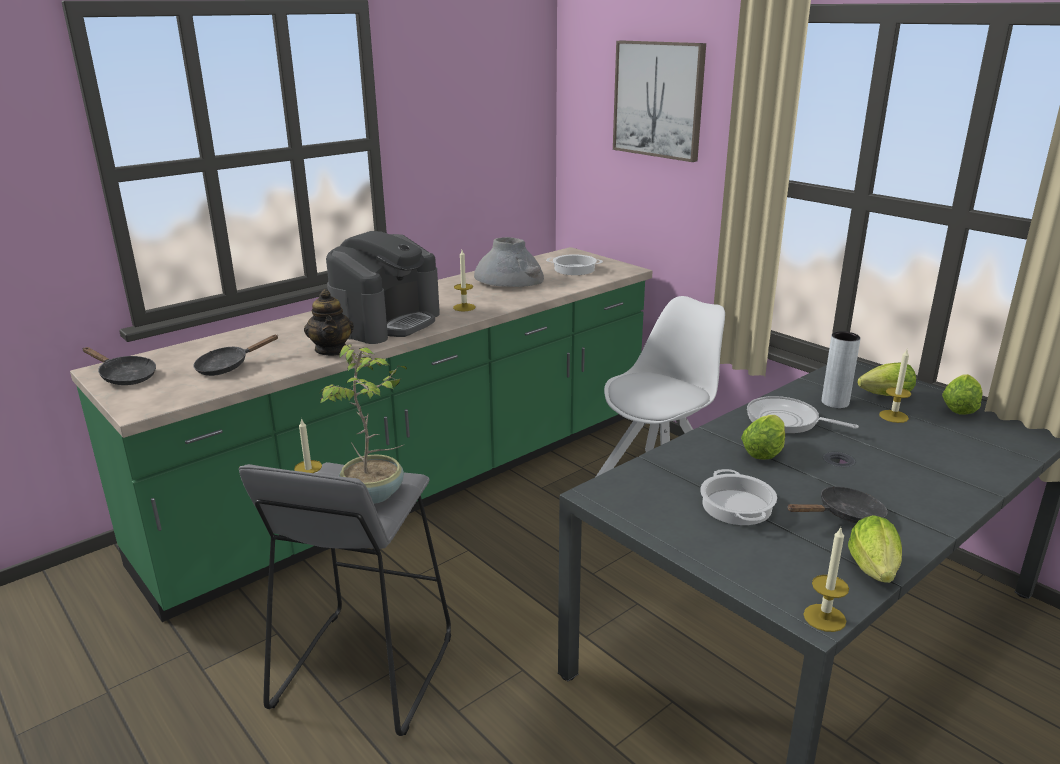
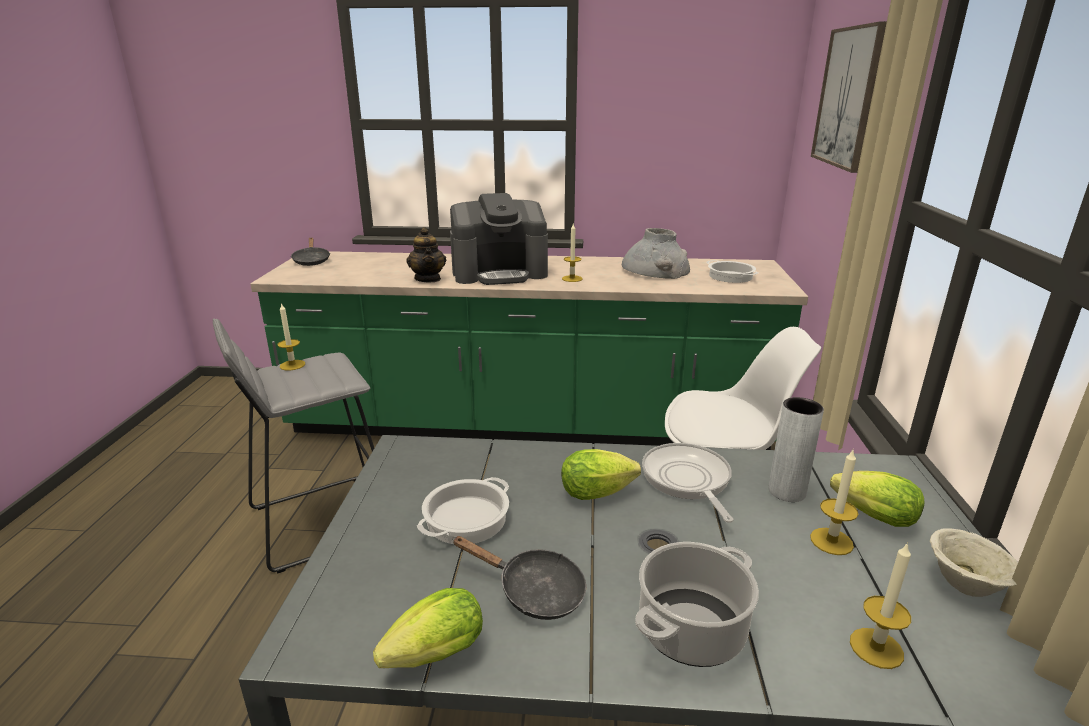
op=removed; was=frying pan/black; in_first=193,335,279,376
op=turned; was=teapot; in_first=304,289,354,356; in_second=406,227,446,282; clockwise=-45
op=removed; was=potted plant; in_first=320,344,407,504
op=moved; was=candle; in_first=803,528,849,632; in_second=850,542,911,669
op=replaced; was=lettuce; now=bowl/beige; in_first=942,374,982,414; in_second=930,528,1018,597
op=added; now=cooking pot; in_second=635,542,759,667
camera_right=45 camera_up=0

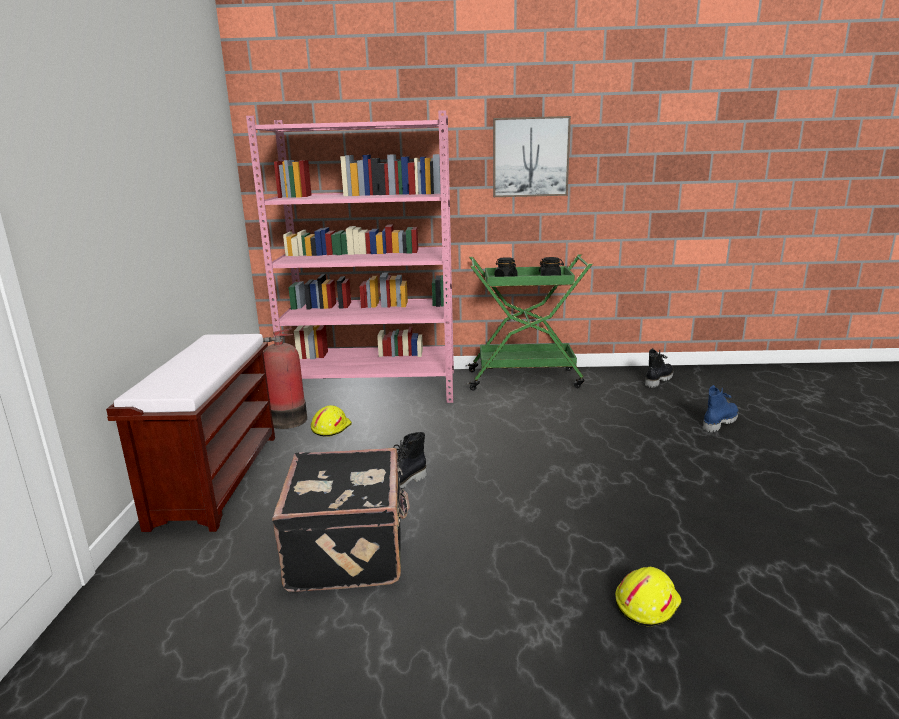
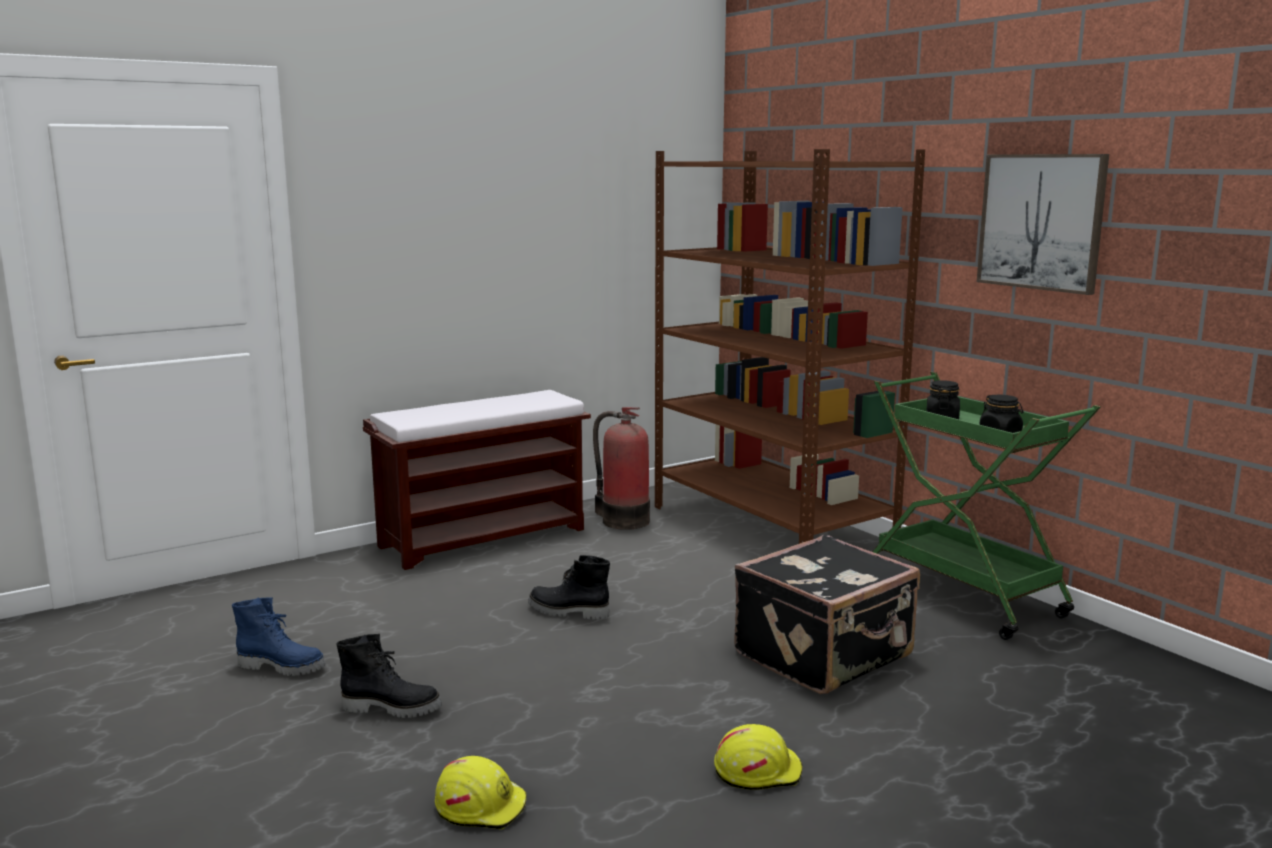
op=recoloured; was=bookcase/pink; now=bookcase/brown; in_first=246,110,454,403; in_second=655,149,925,544
op=moved; was=suitcase/black; in_first=272,448,410,592; in_second=734,534,920,694
op=moved; was=hard hat/yellow; in_first=311,405,352,437; in_second=714,724,803,790
op=moved; was=boot/black; in_first=645,348,673,388; in_second=336,634,442,718
op=moved; was=boot/blue; in_first=703,385,738,432; in_second=232,597,326,676
camera_right=55 camera_up=-5

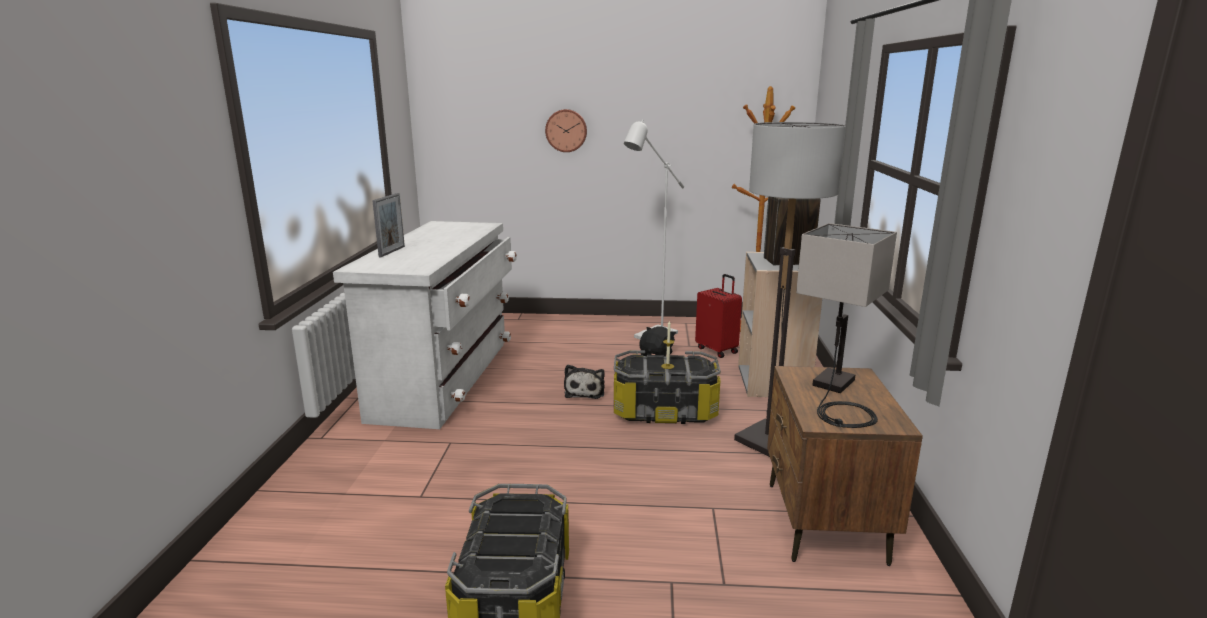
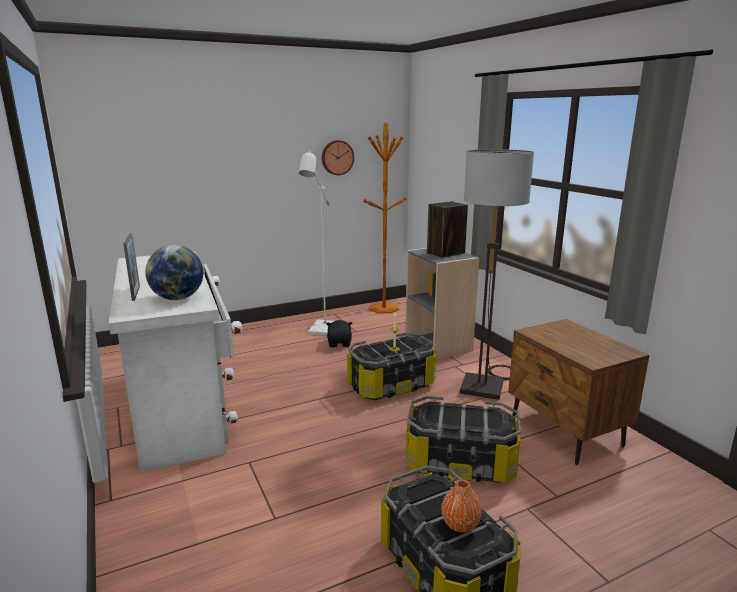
op=moved; was=wall clock; in_first=545,109,587,152; in_second=322,140,354,175
op=removed; was=plush toy; in_first=564,365,605,399
op=removed; was=suitcase/red; in_first=695,274,742,358
op=removed; was=table lamp; in_first=796,223,897,428
op=added; now=globe; in_second=145,245,203,300
op=added; now=storage box; in_second=406,396,521,483
op=added; now=vase/orange; in_second=441,479,482,533
camera_right=-30 camera_up=0

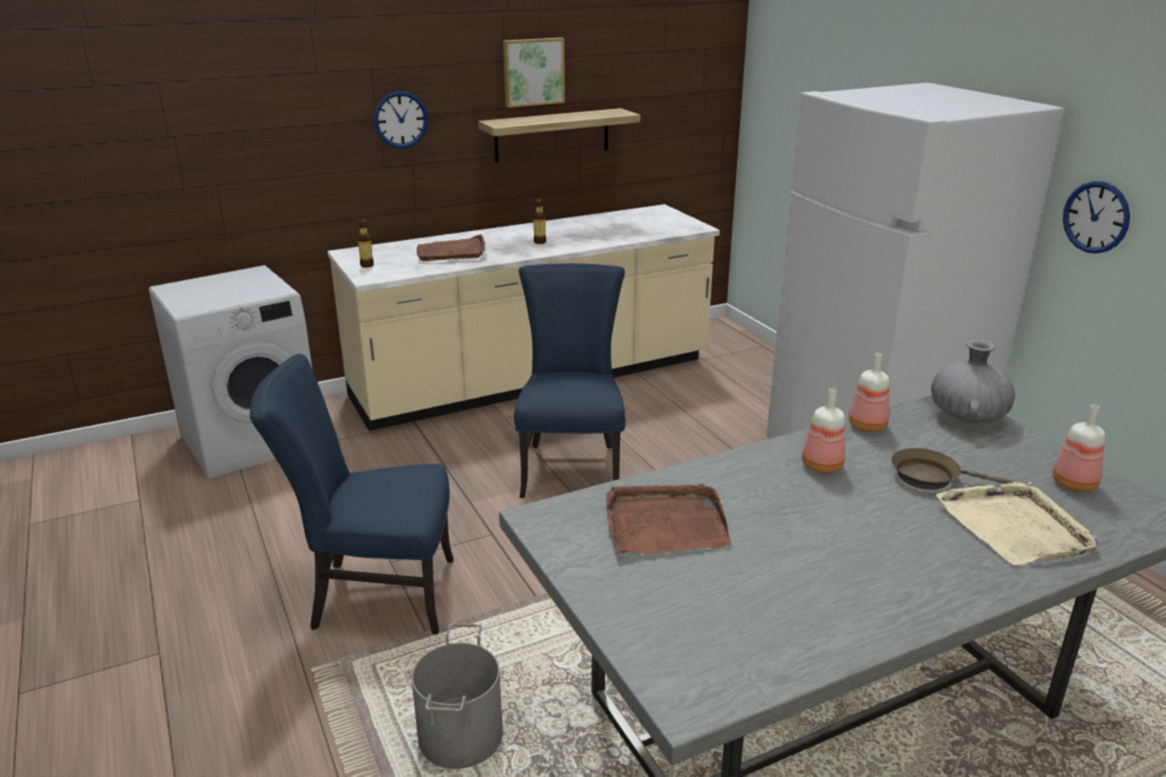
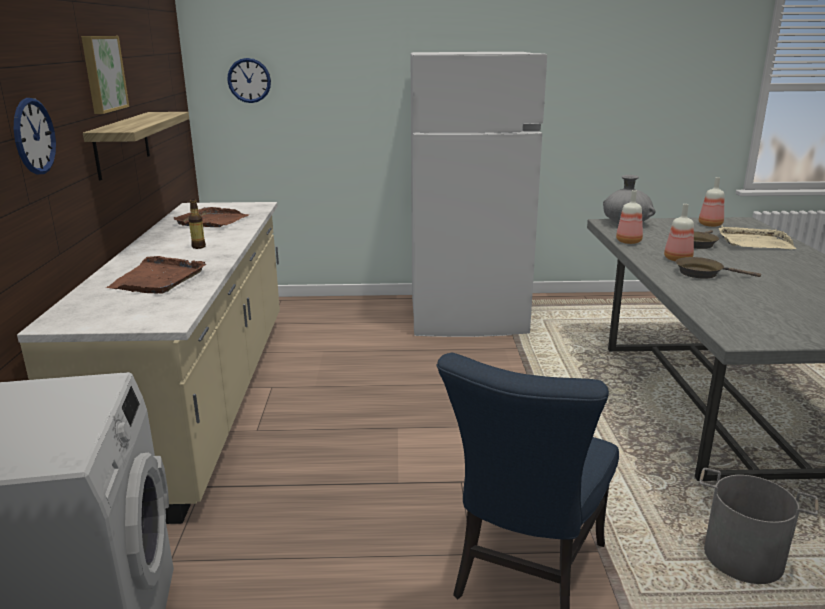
op=removed; was=bottle; in_first=357,218,374,268
op=removed; was=chair/blue; in_first=514,263,626,498
op=moved; was=tray/brown; in_first=606,484,732,554; in_second=174,207,249,227
op=moved; was=wall clock; in_first=1063,181,1130,254; in_second=227,58,271,103
op=added; now=frying pan/brown; in_second=676,257,761,279
camera_right=-65 camera_up=-5

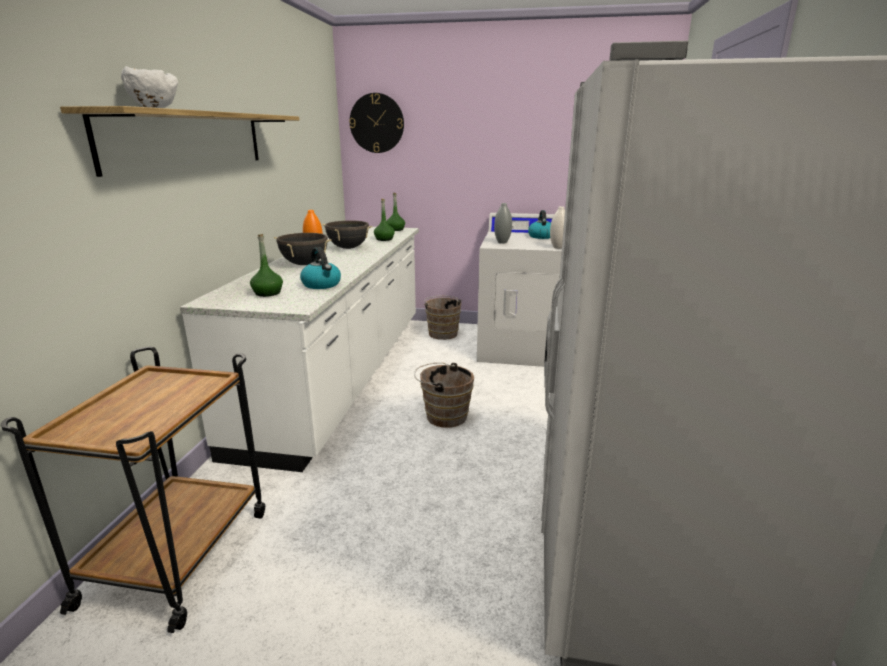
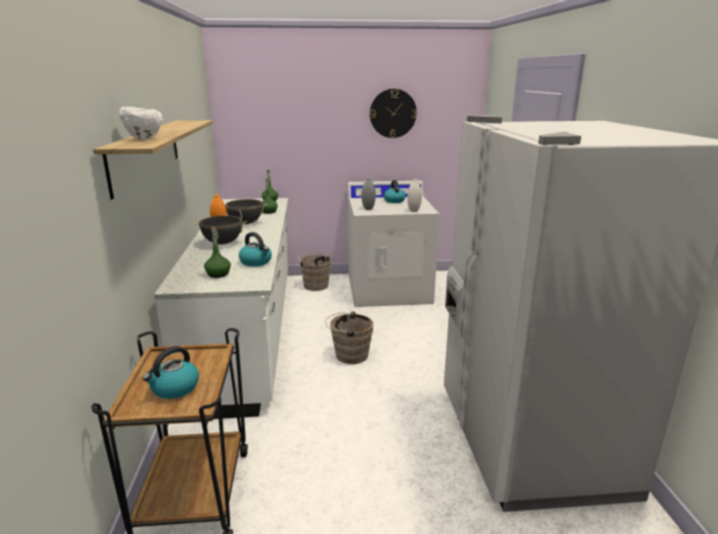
op=moved; was=wall clock; in_first=349,93,404,153; in_second=370,89,417,138
op=added; now=kettle; in_second=143,346,199,399
camera_right=-15 camera_up=0

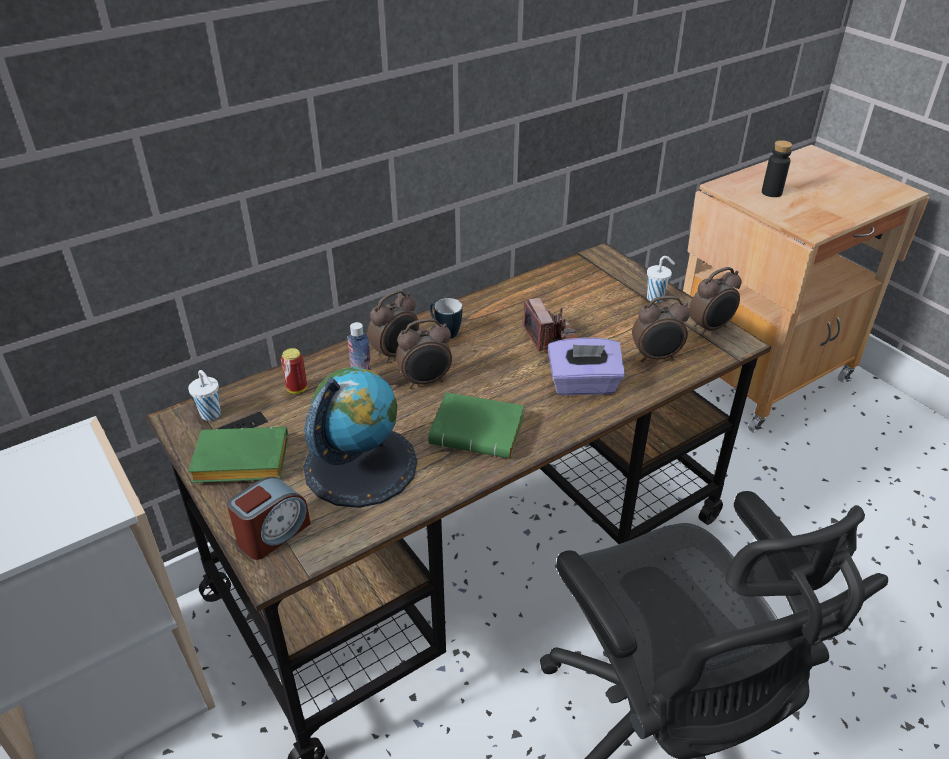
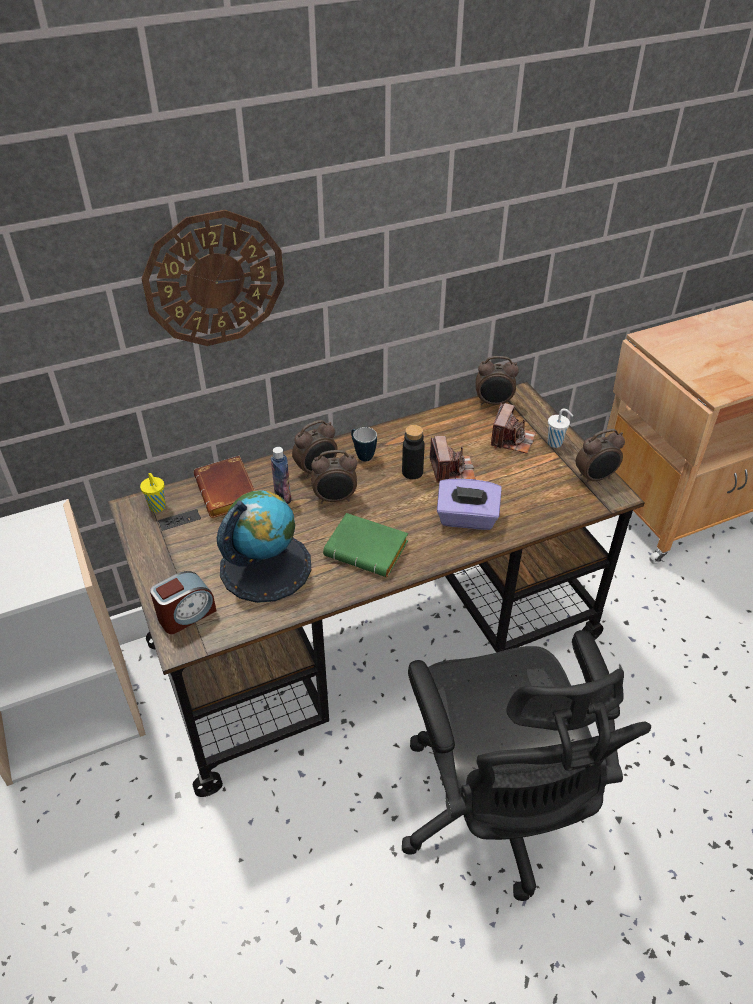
op=recoloured; was=cup/white; now=cup/yellow; in_first=188,370,221,421; in_second=140,473,166,512
op=removed; was=book/green; in_first=188,426,288,483
op=replaced; was=can; now=book/brown; in_first=281,348,307,394; in_second=193,455,255,518
op=moved; was=alarm clock; in_first=632,296,690,362; in_second=475,356,519,406
op=moved; was=bottle/black; in_first=762,140,792,197; in_second=402,425,425,479
op=added; now=wall clock; in_second=141,210,284,346
op=added; now=photo camera; in_second=491,403,536,454
camera_right=10 camera_up=5

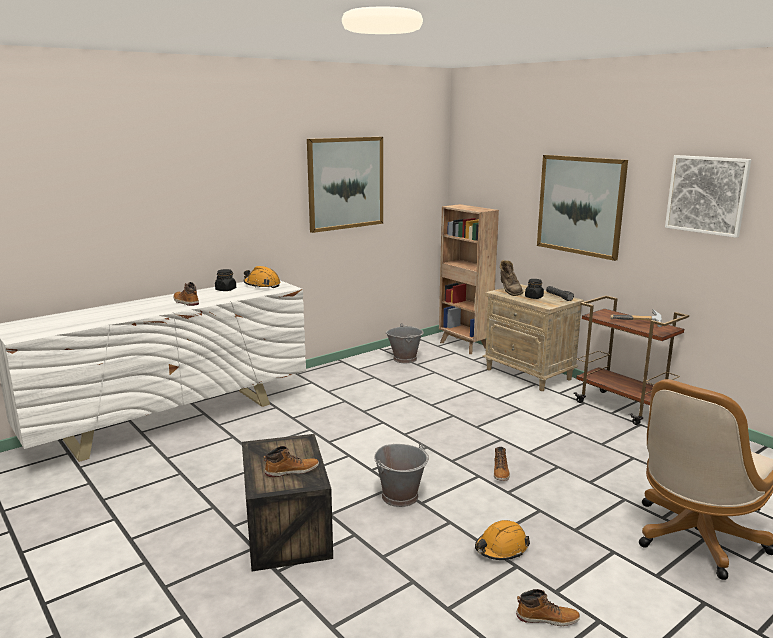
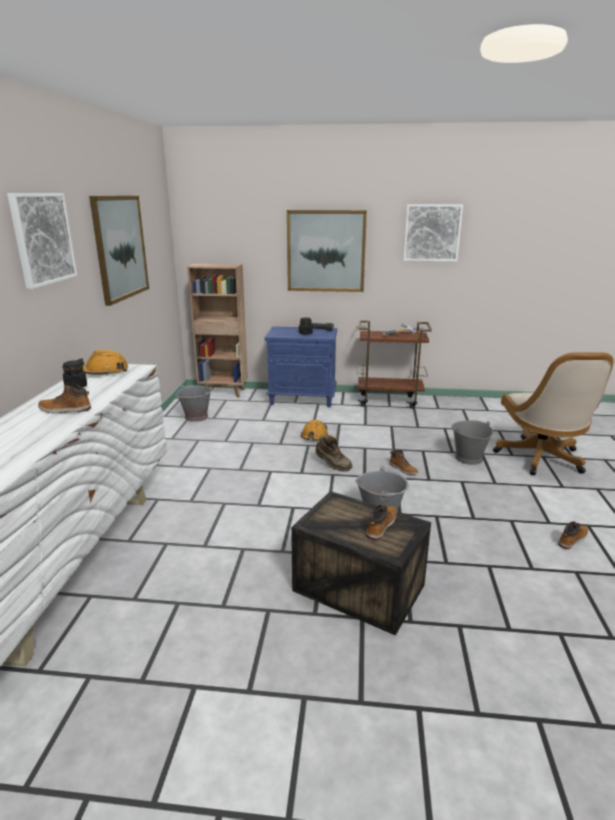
op=moved; was=hard hat/orange; in_first=475,520,530,560; in_second=301,420,328,441
op=recoloured; was=nightstand/beige; now=nightstand/blue; in_first=482,284,584,391; in_second=265,326,337,407
op=moved; was=boot/brown; in_first=500,260,523,296; in_second=315,435,353,472
op=added; now=picture; in_second=7,193,78,289
op=added; now=bucket/grey; in_second=451,420,493,465
camera_right=-45 camera_up=5

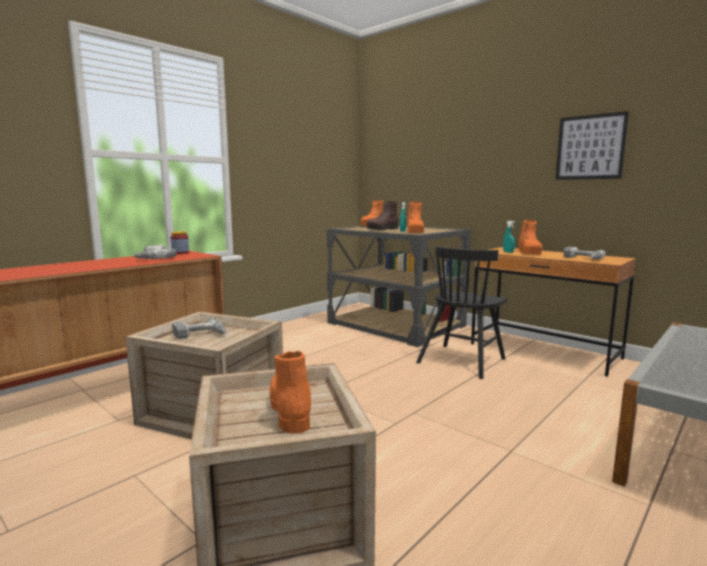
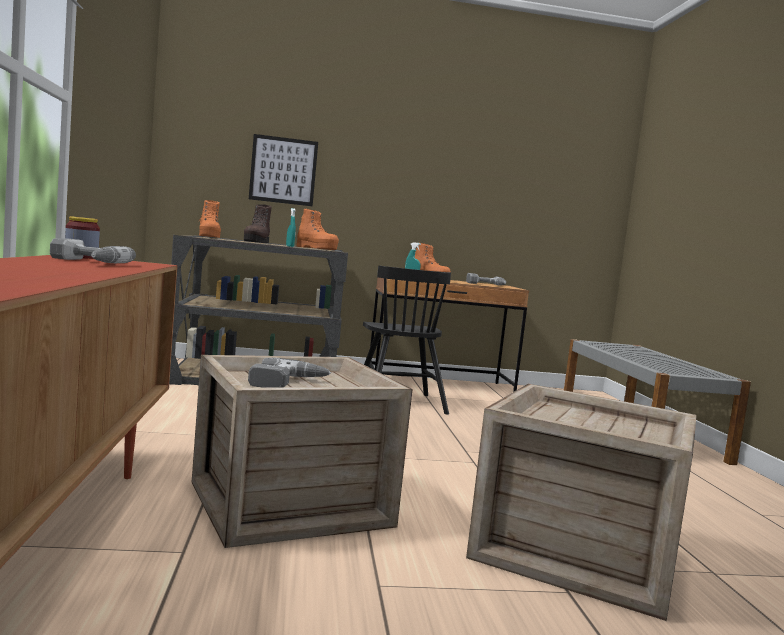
op=removed; was=boot/orange; in_first=269,351,311,434
op=moved; was=picture; in_first=555,111,629,180; in_second=249,134,318,206
camera_right=-50 camera_up=-5

